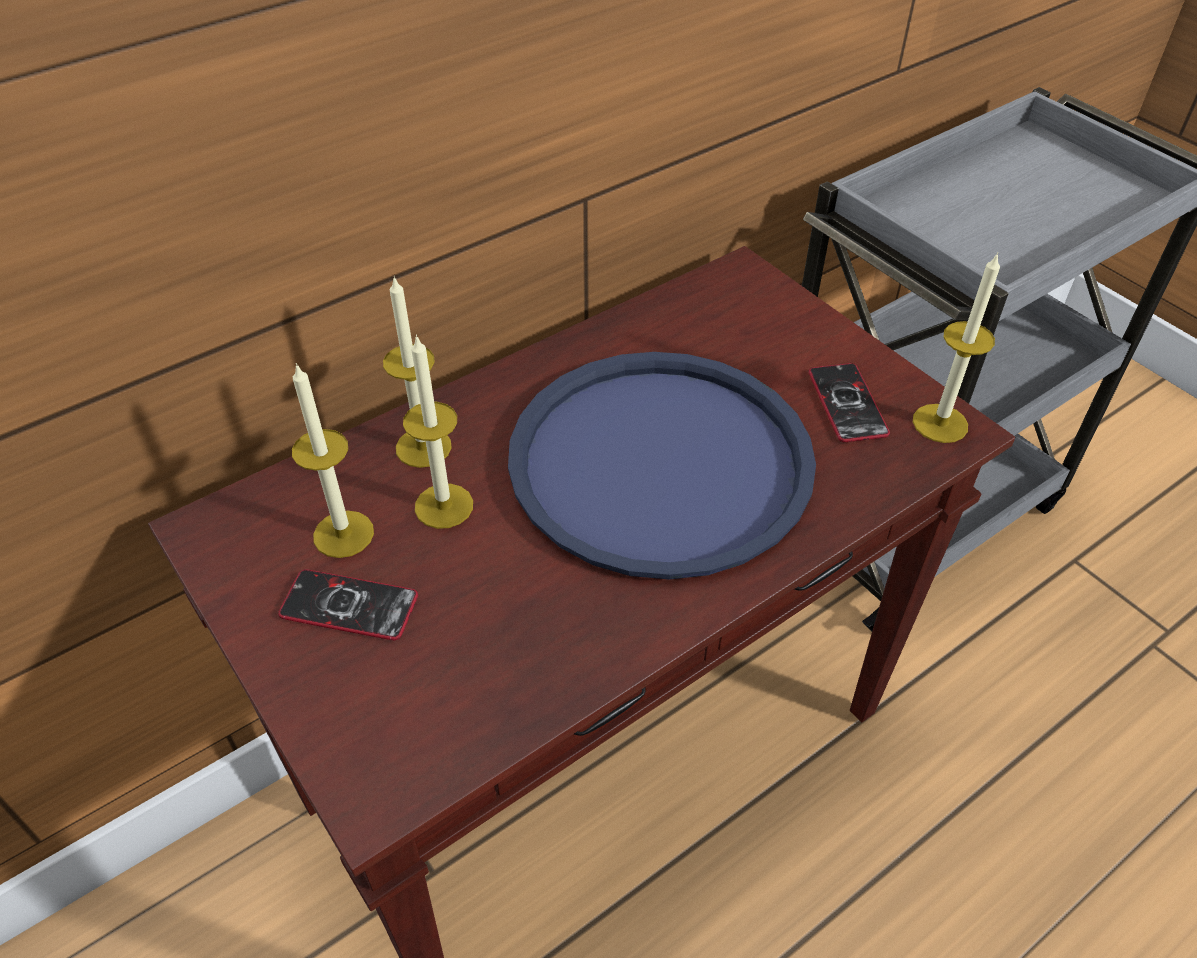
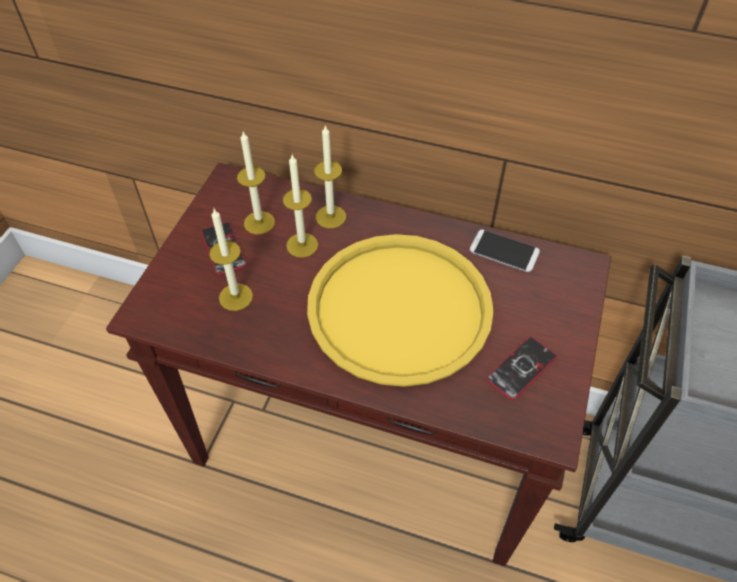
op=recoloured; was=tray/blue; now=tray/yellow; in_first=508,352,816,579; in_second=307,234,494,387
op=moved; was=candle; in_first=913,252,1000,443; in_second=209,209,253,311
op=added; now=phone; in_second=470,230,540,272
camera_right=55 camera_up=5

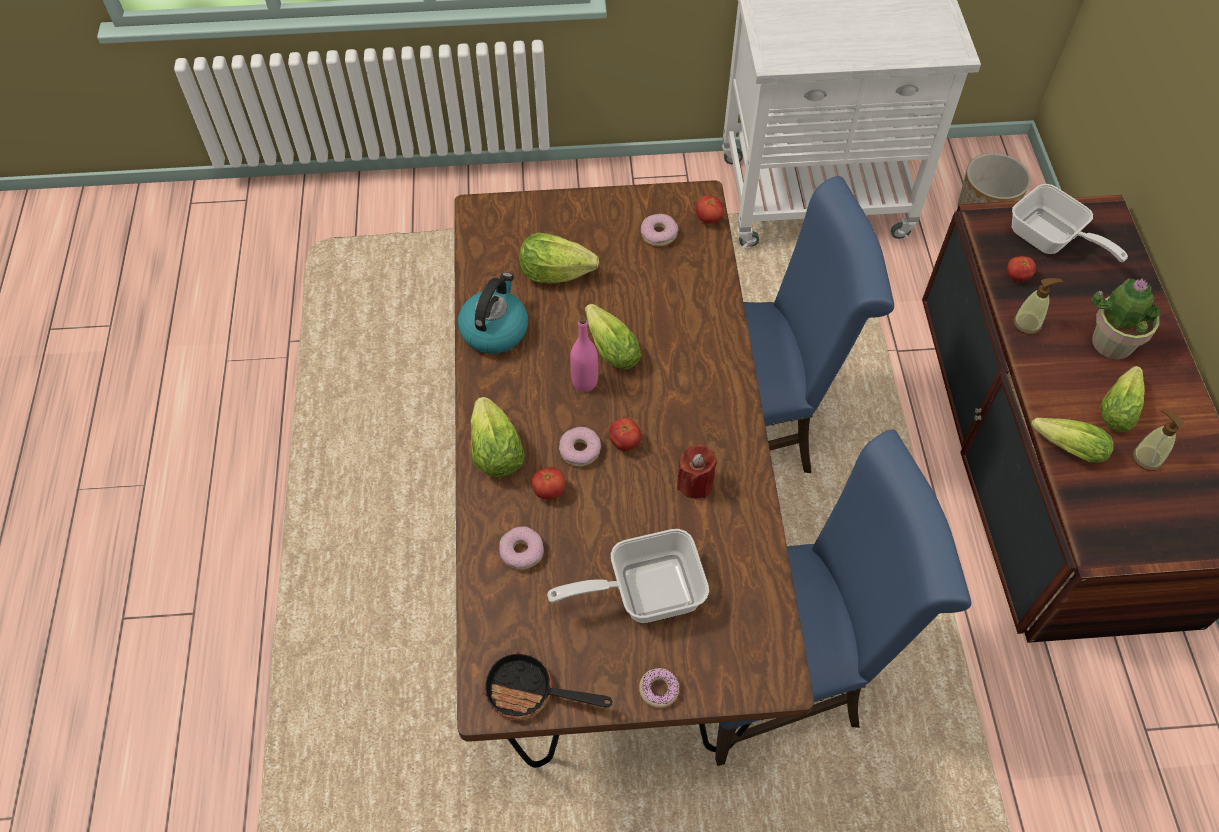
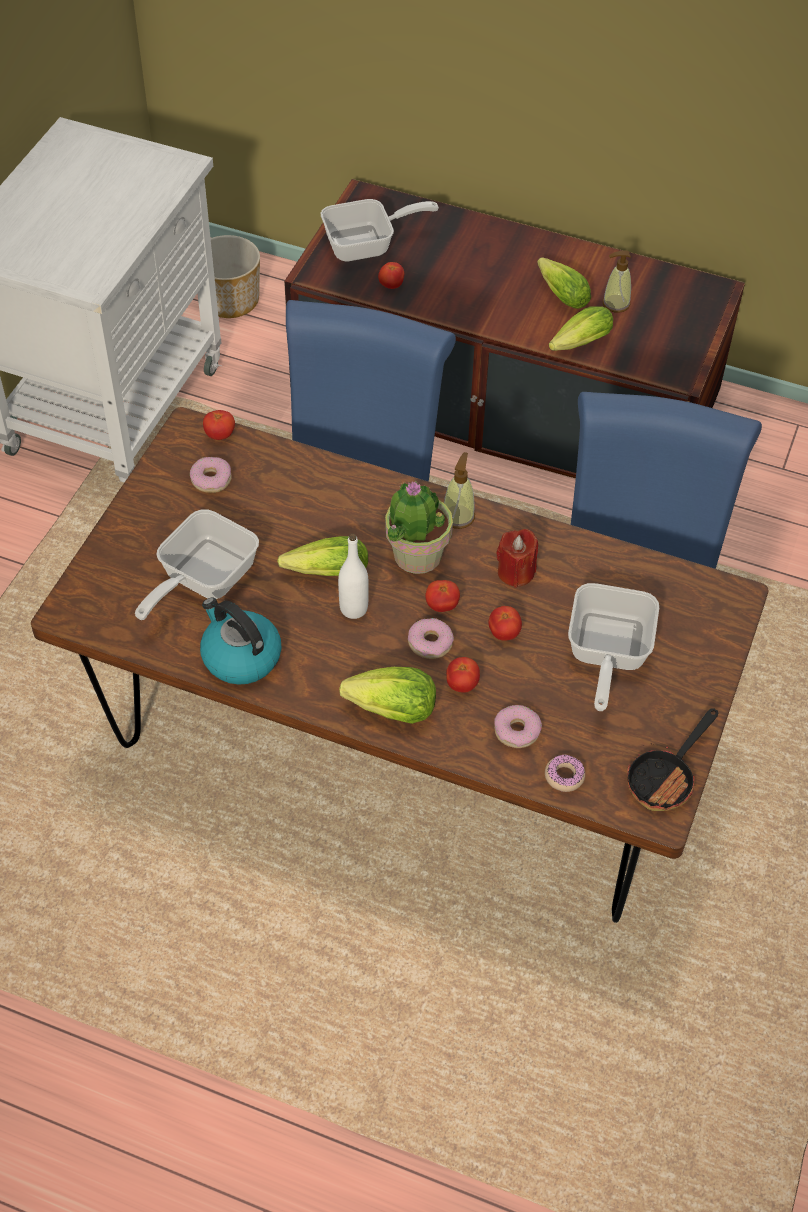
op=replaced; was=lettuce; now=frying pan; in_first=519,233,599,283; in_second=135,509,259,620
op=recoloured; was=bottle/pink; now=bottle/white; in_first=570,317,598,392; in_second=338,534,369,619
op=moved; was=donut; in_first=639,668,680,708; in_second=545,754,585,792
op=moved; was=soap dispenser; in_first=1013,278,1063,334; in_second=444,452,475,529
op=moved; was=potted plant; in_first=1092,278,1160,360; in_second=385,481,453,574
op=added; now=tomato; in_second=488,606,522,641
camera_right=-65 camera_up=-5

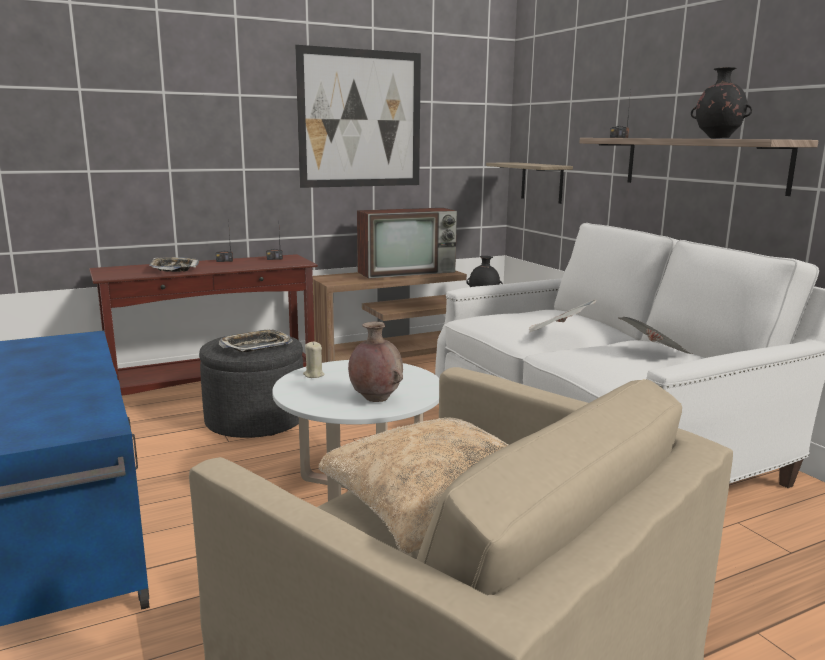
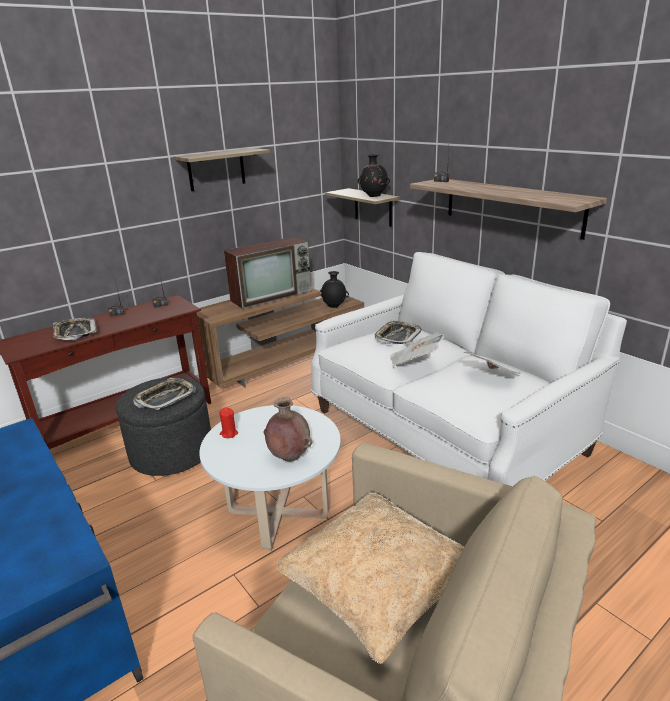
op=replaced; was=picture; now=shelf; in_first=295,45,421,188; in_second=174,148,270,191
op=recoloured; was=candle/beige; now=candle/red; in_first=303,342,325,378; in_second=219,407,238,438
op=moved; was=vase/black; in_first=691,67,752,138; in_second=358,154,390,197
op=added; now=tray; in_second=375,321,422,344
camera_right=-10 camera_up=10

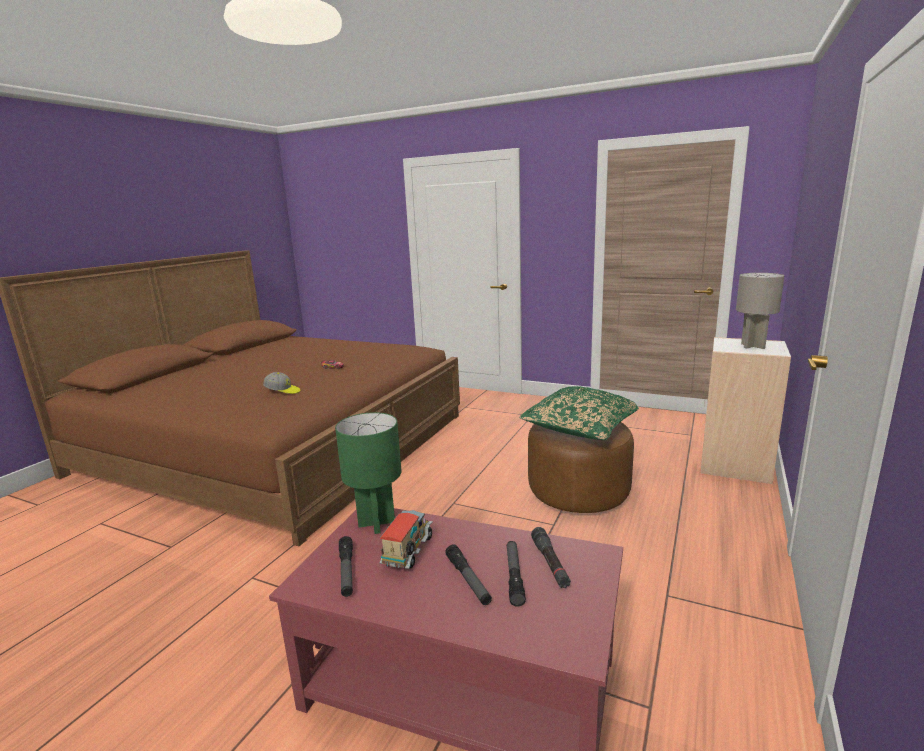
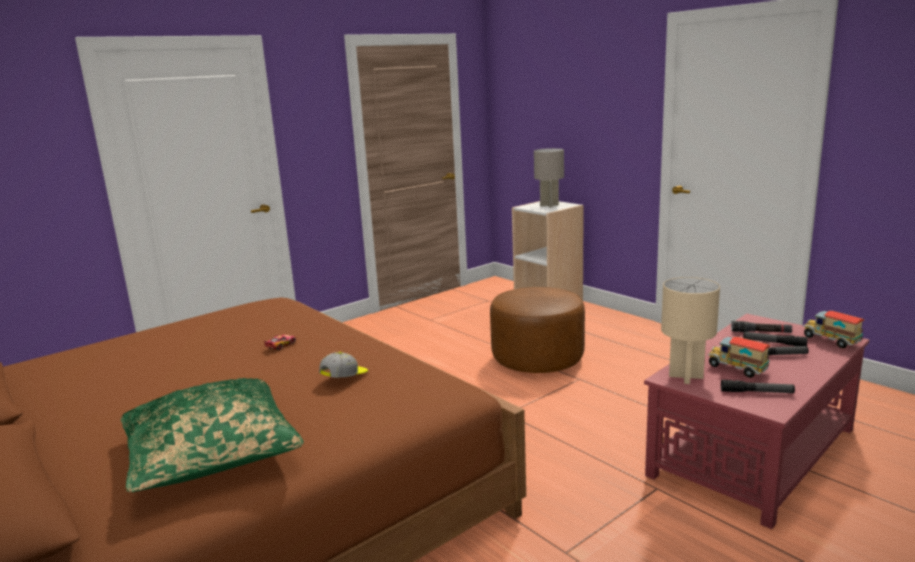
op=recoloured; was=table lamp/green; now=table lamp/beige; in_first=335,412,401,534; in_second=661,277,720,384
op=moved; was=pillow/green; in_first=519,386,638,440; in_second=121,378,304,492
op=added; now=toy truck; in_second=802,311,865,348
camera_right=-65 camera_up=0

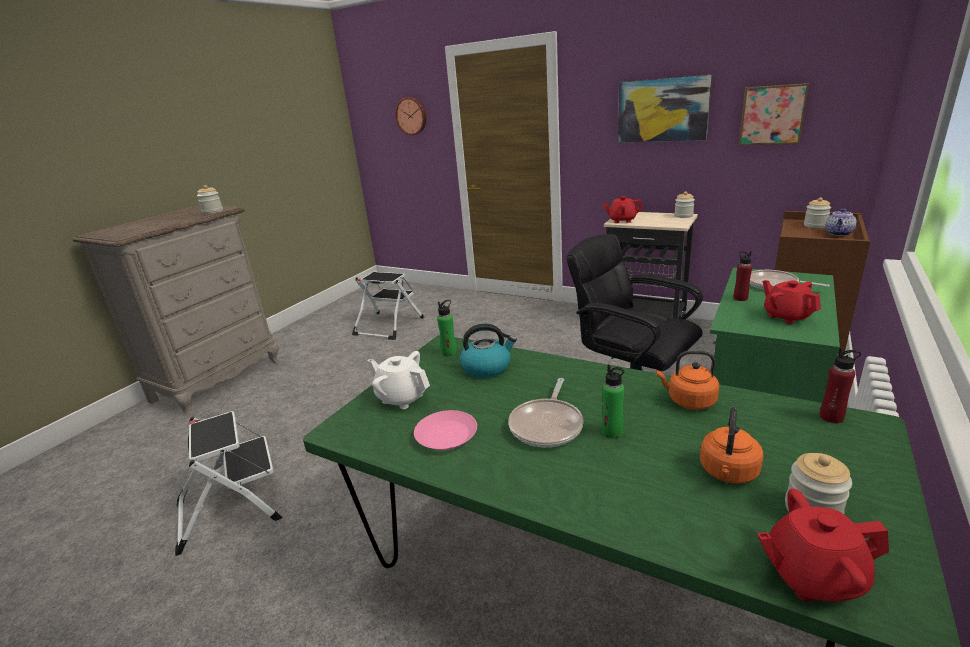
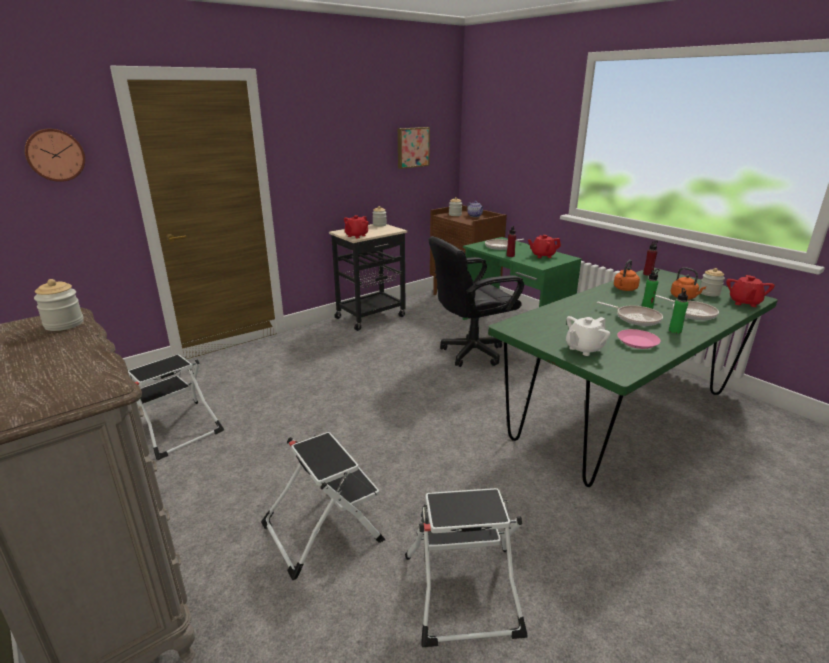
op=moved; was=bottle/green; in_first=437,300,457,356; in_second=669,288,688,334
op=removed; was=kettle; in_first=460,323,517,378
op=removed; was=picture; in_first=618,75,712,143
op=added; now=step ladder; in_second=261,432,385,580
op=added; now=frying pan; in_second=655,295,719,320
camera_right=-70 camera_up=0

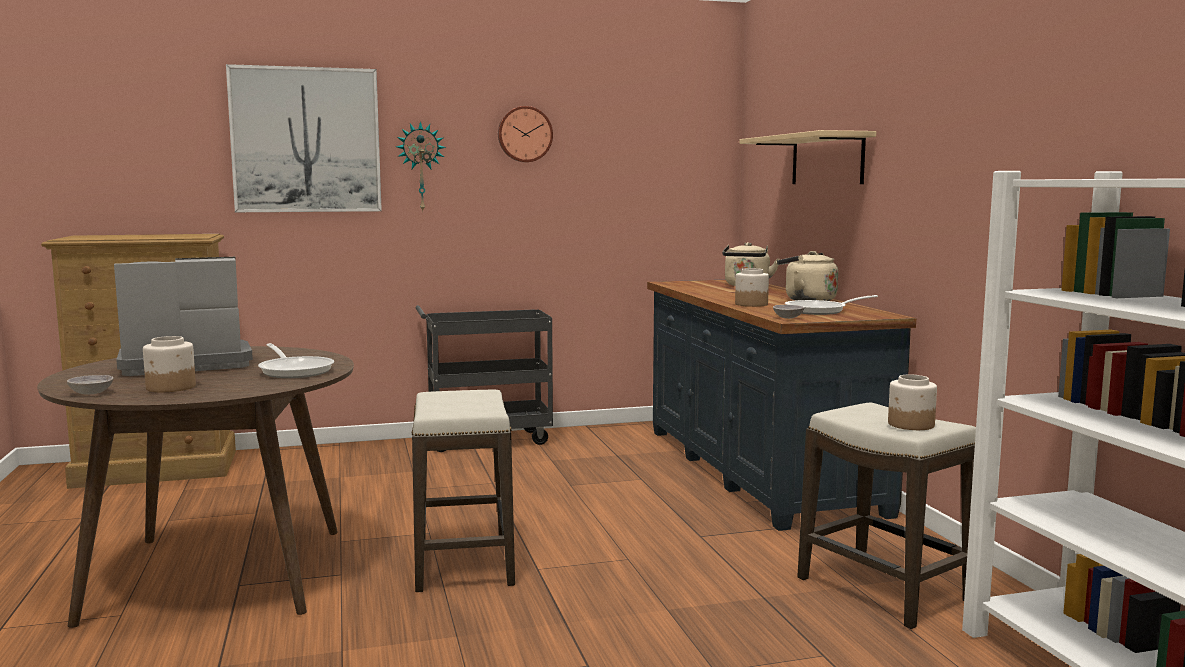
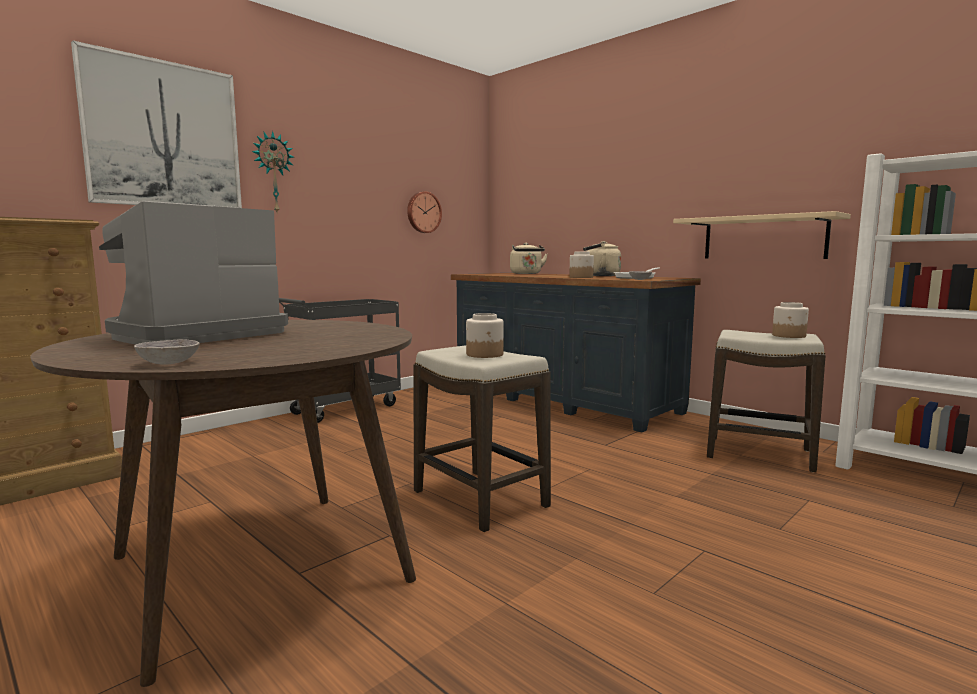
op=moved; was=jar; in_first=143,336,196,392; in_second=466,313,504,358
op=removed; was=frying pan; in_first=258,343,334,378
op=moved; was=wall clock; in_first=498,106,553,162; in_second=407,191,442,233
op=moved; was=shelf/beige; in_first=740,130,876,184; in_second=673,211,851,259
camera_right=-30 camera_up=0

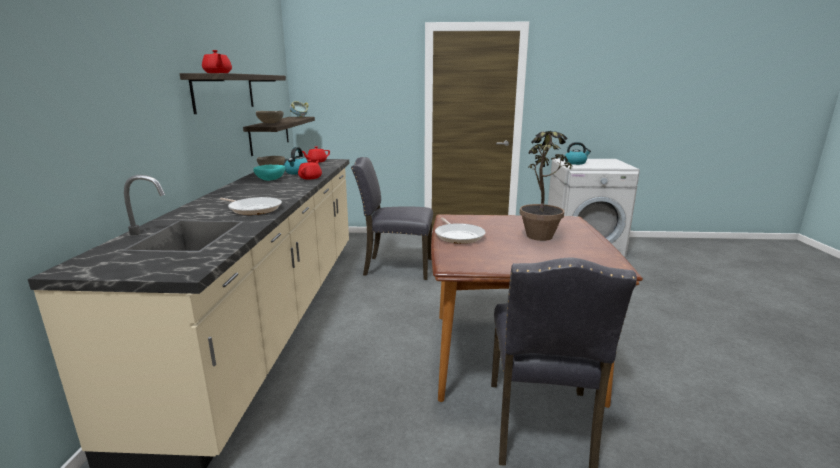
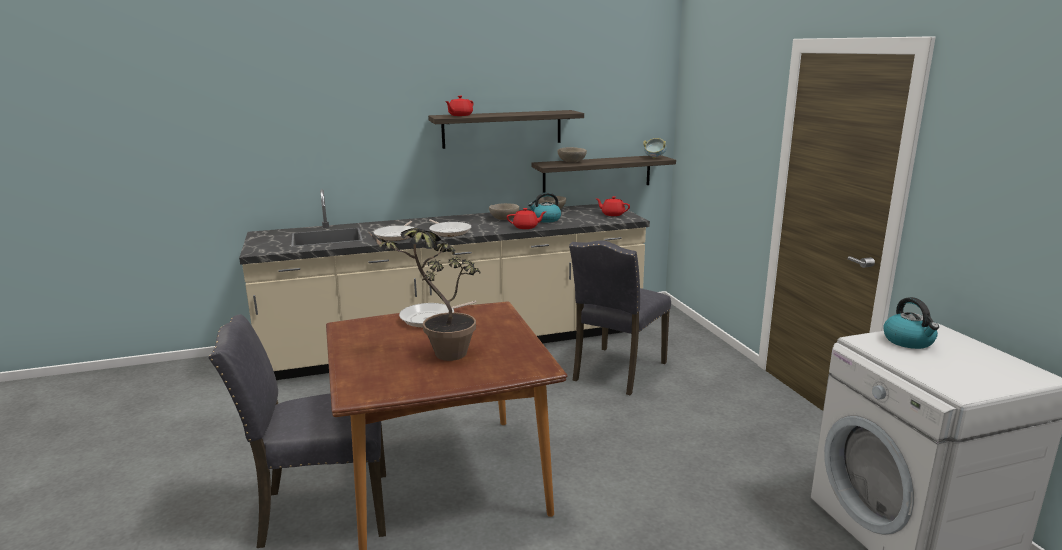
op=recoloured; was=bowl/turquoise; now=bowl/beige; in_first=253,165,285,181; in_second=489,203,519,220
op=turned; was=chair/grey; in_first=351,157,433,280; in_second=569,241,671,395; clockwise=-135
op=added; now=frying pan; in_second=429,219,471,237
camera_right=70 camera_up=0

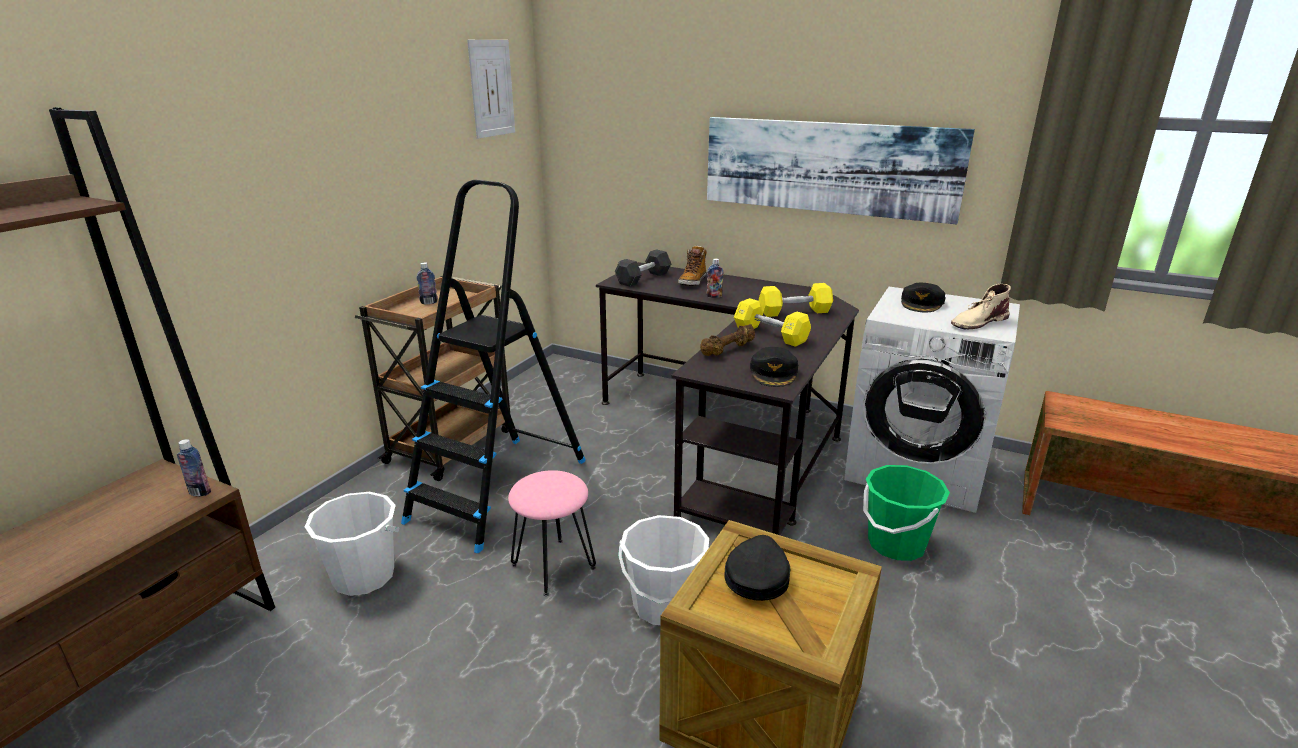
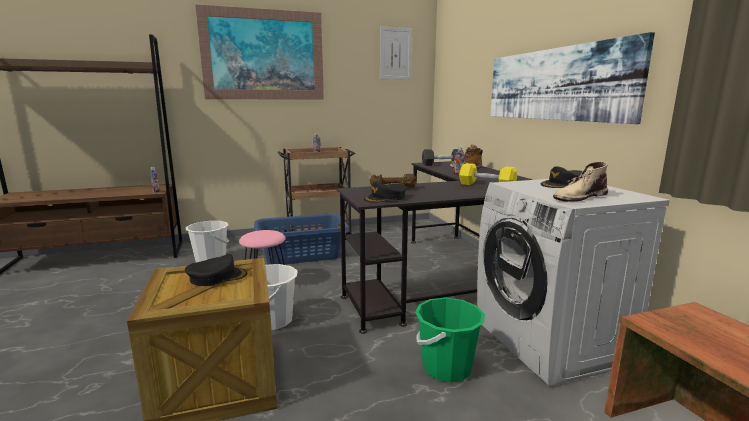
op=replaced; was=step ladder/black; now=laundry basket/blue; in_first=401,180,586,553; in_second=254,213,349,265
op=removed; was=dumbbell/yellow; in_first=734,298,811,347
op=turned; was=boot/beige; in_first=951,284,1011,329; in_second=553,162,608,202; clockwise=-45
op=added; now=picture; in_second=195,4,324,99
camera_right=45 camera_up=-10

